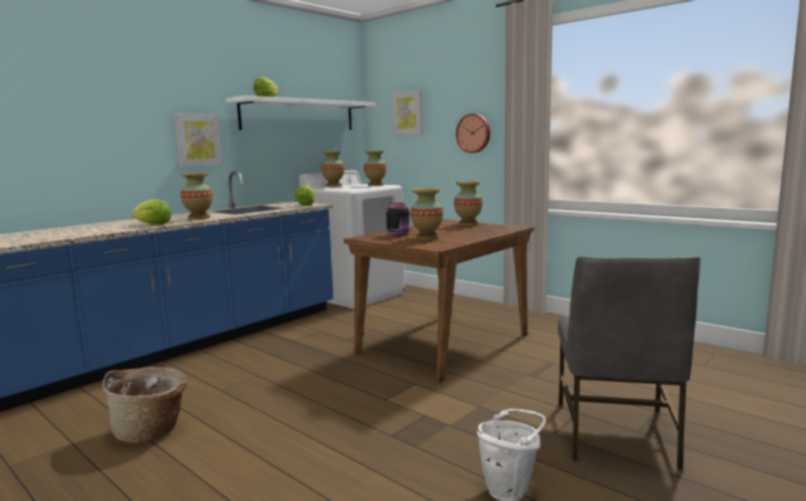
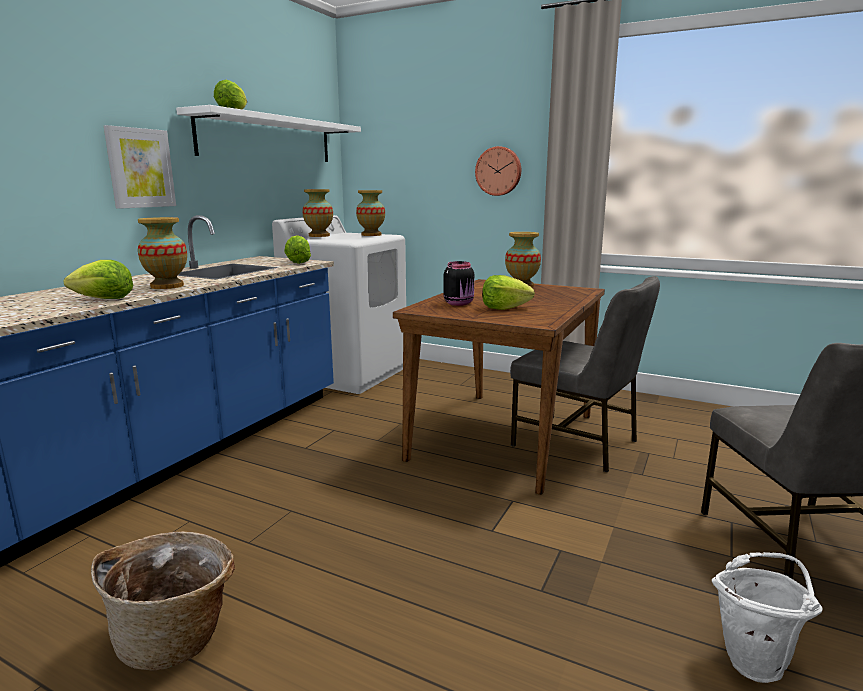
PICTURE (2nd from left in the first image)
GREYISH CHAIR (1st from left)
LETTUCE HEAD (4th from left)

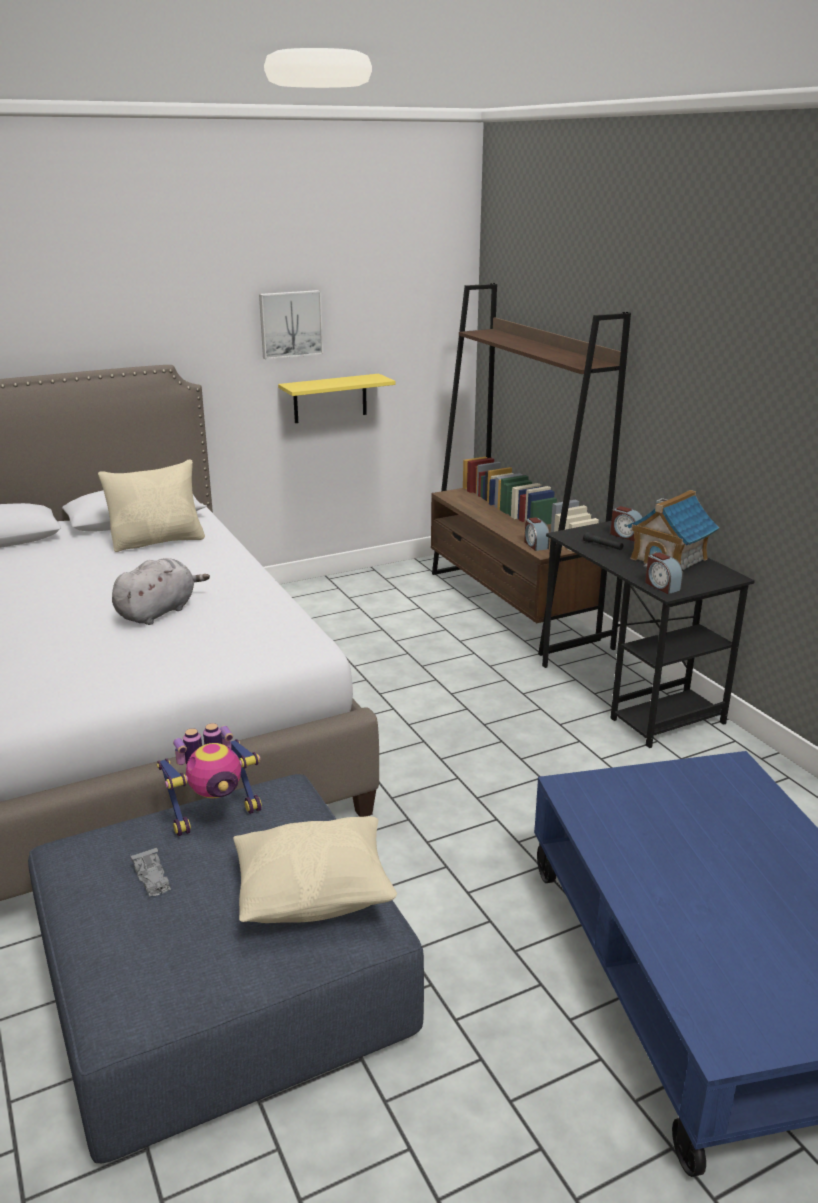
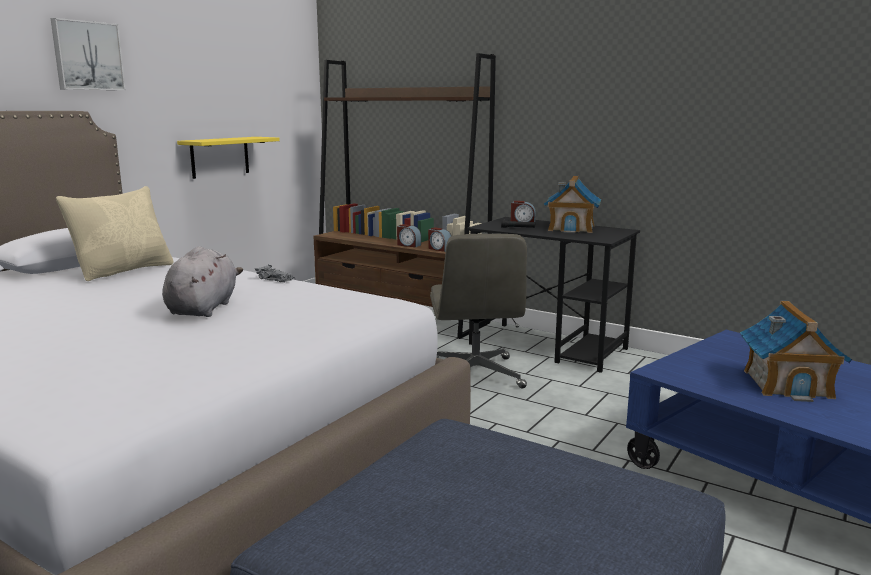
TOY ROBOT
BEIGE-COLOURED PILLOW (2nd from left in the first image)
GREYISH COMPUTER CHAIR
TOY HOUSE (2nd from left)
GREYISH MODEL CAR
PICTURE
BEDSIDE CLOCK (1st from left)

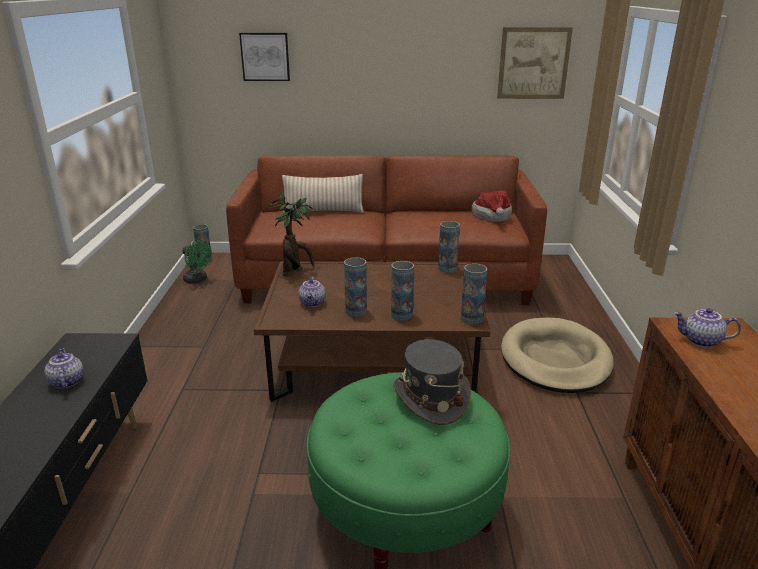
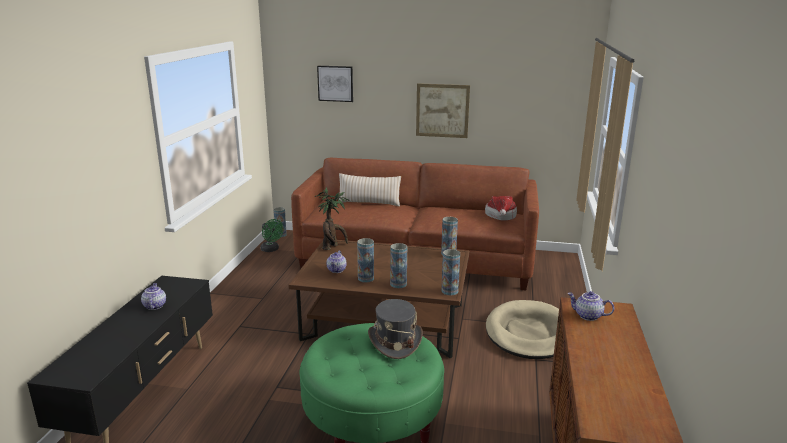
PICTURE (2nd from left)

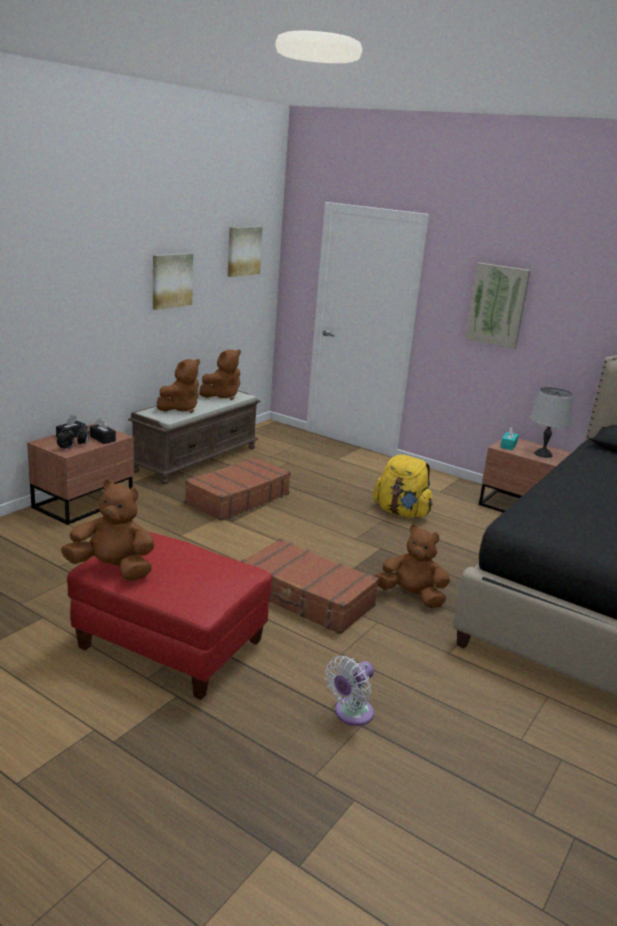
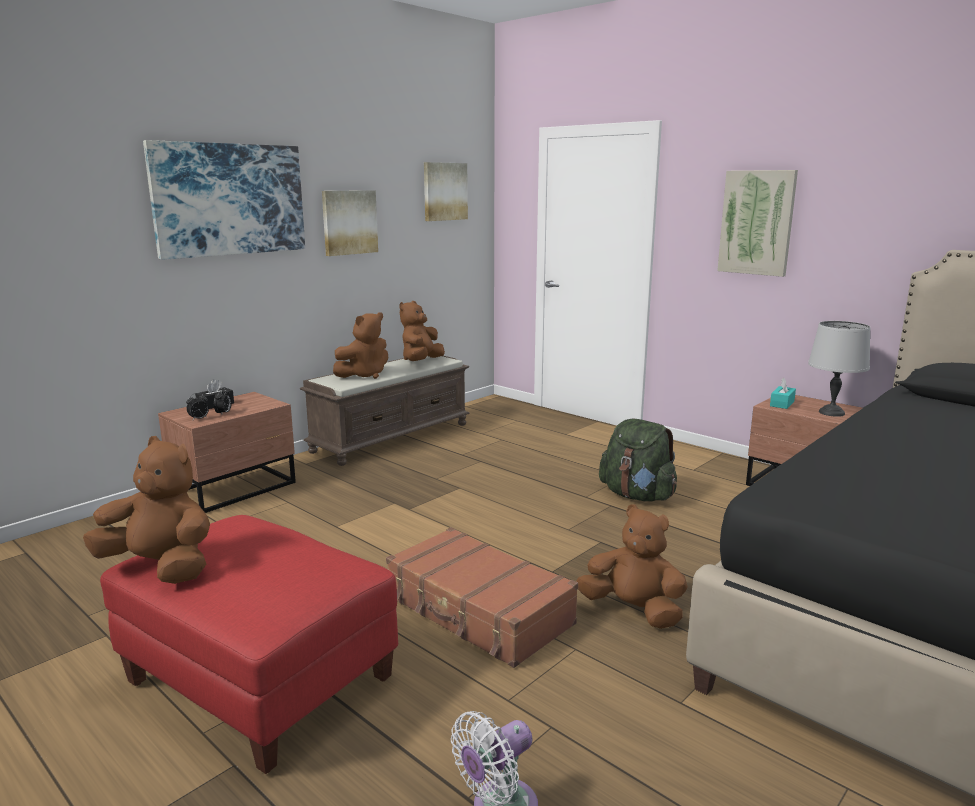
BLACK BOX OF TISSUES (2nd from left in the first image)
BROWN TRAVEL CASE (1st from left in the first image)
PICTURE (1st from left)
GREEN KNAPSACK
BROWN CUDDLY TOY (3rd from left)

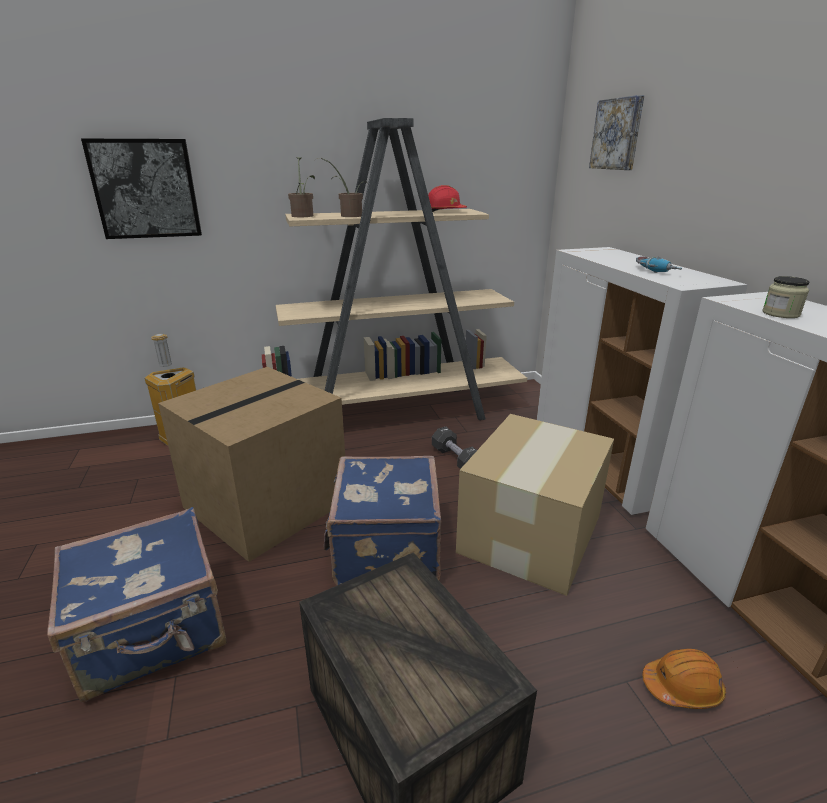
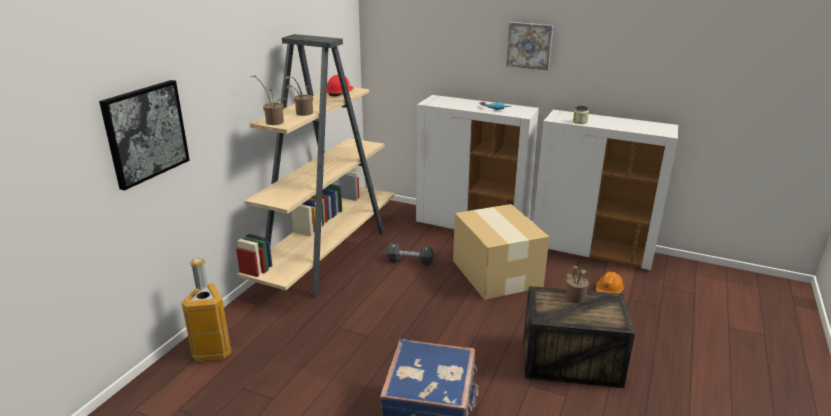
CARTON (1st from left in the first image)
BLUE TRAVEL CASE (2nd from left in the first image)
PLANT IN A POT (3rd from left)
PICTURE (2nd from left)

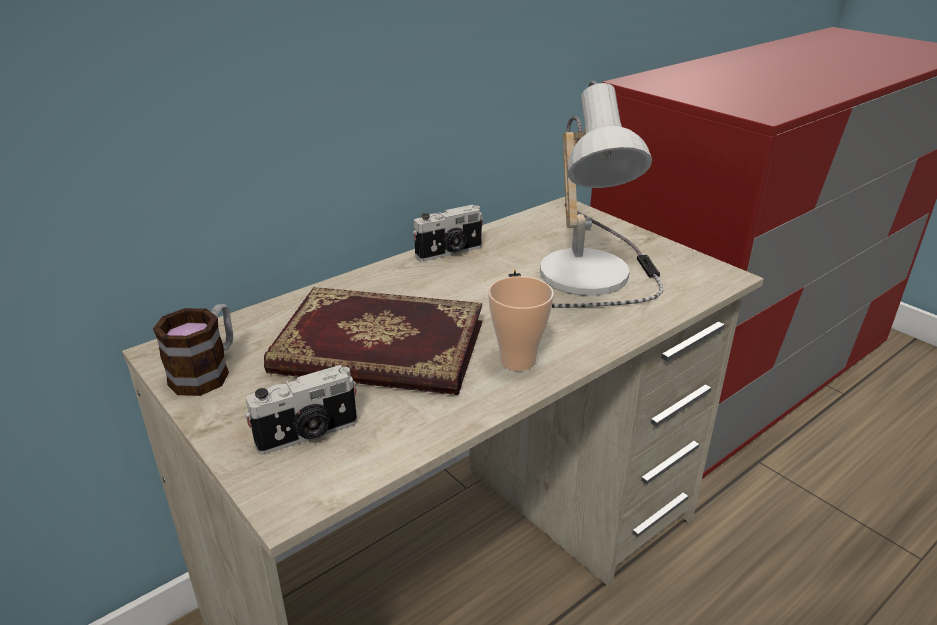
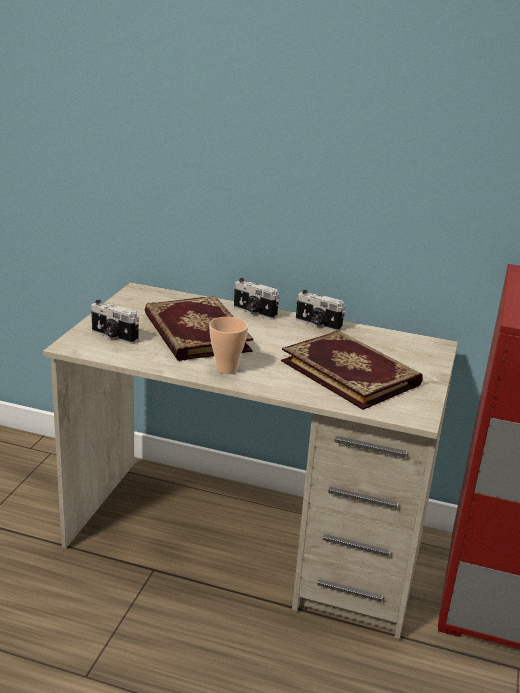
COFFEE MUG
STILL CAMERA (2nd from left)
BOOK (2nd from left)

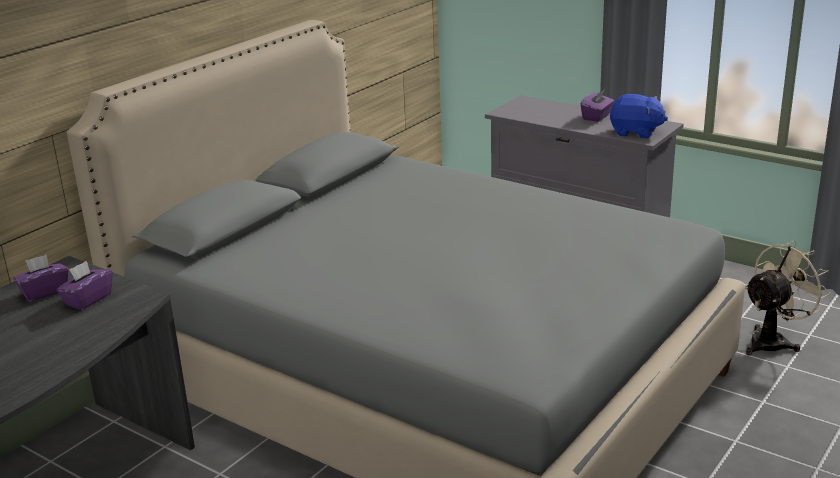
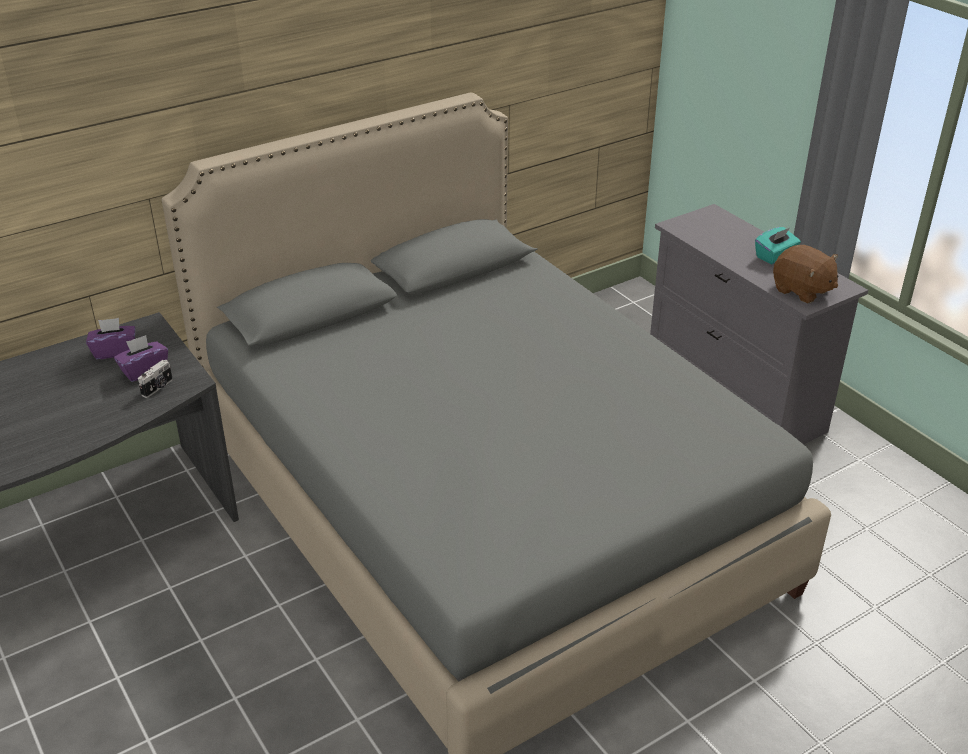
BEIGE-COLOURED COOLING FAN
STILL CAMERA
BLUE-GREEN BOX OF TISSUES
BROWN CUDDLY TOY

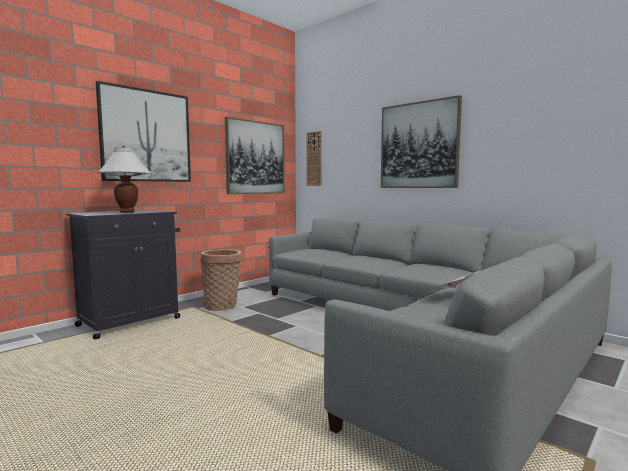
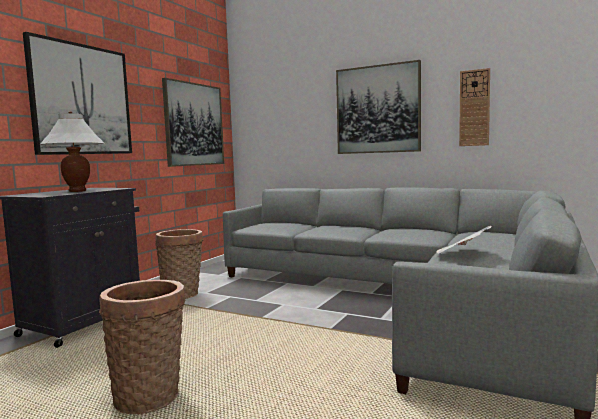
STORAGE BASKET (1st from left)
HANGING CLOCK

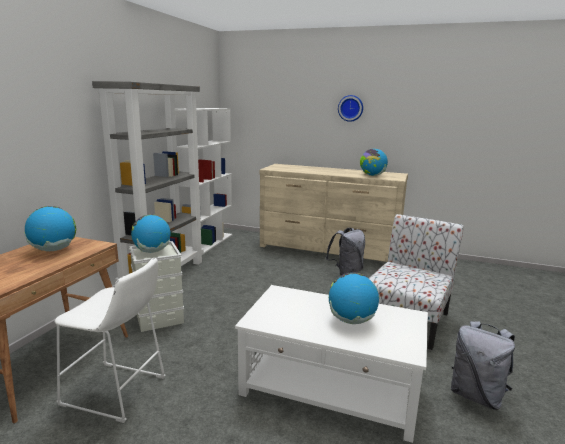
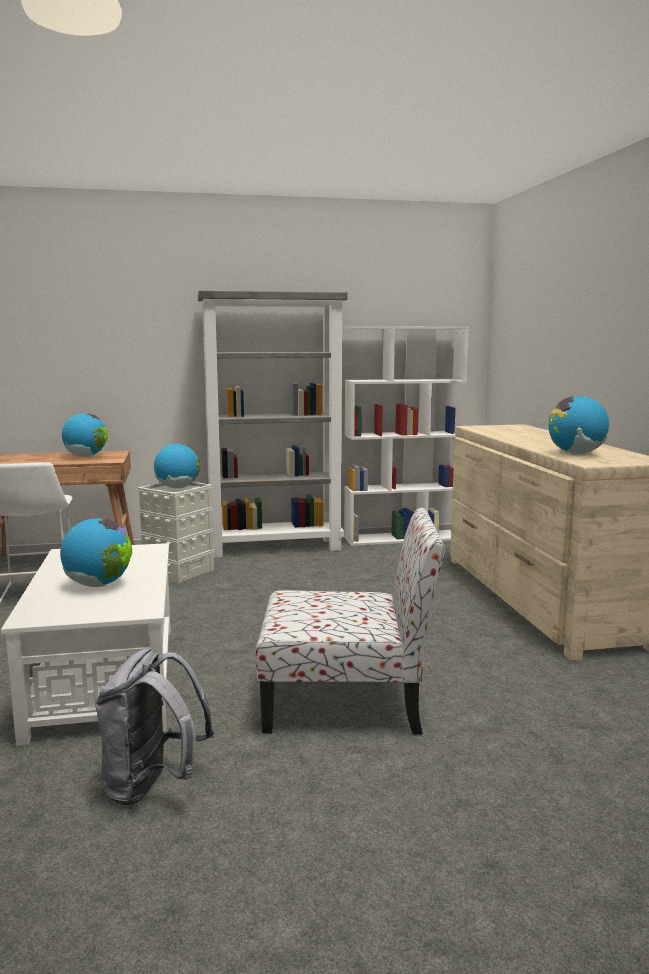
GREYISH KNAPSACK (1st from left in the first image)
HANGING CLOCK

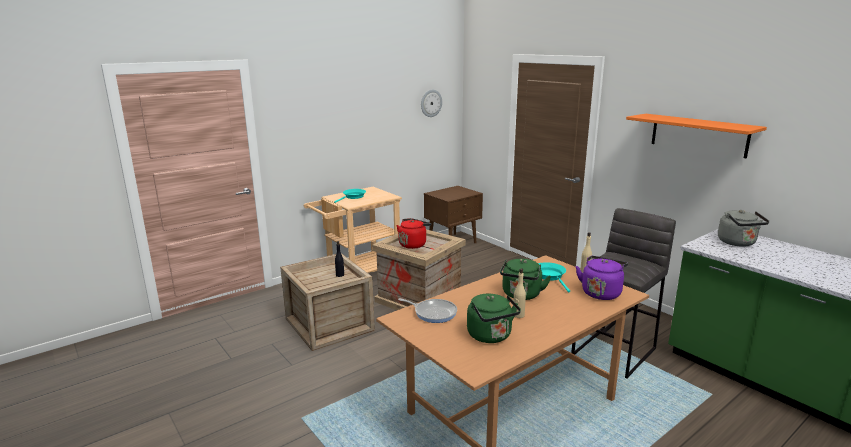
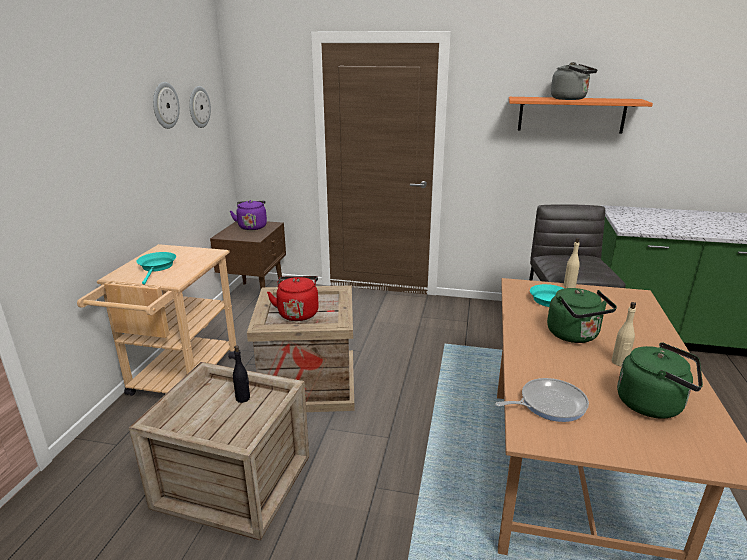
HANGING CLOCK (1st from left)
PURPLE-COLOURED TEA KETTLE
GREYISH TEA KETTLE

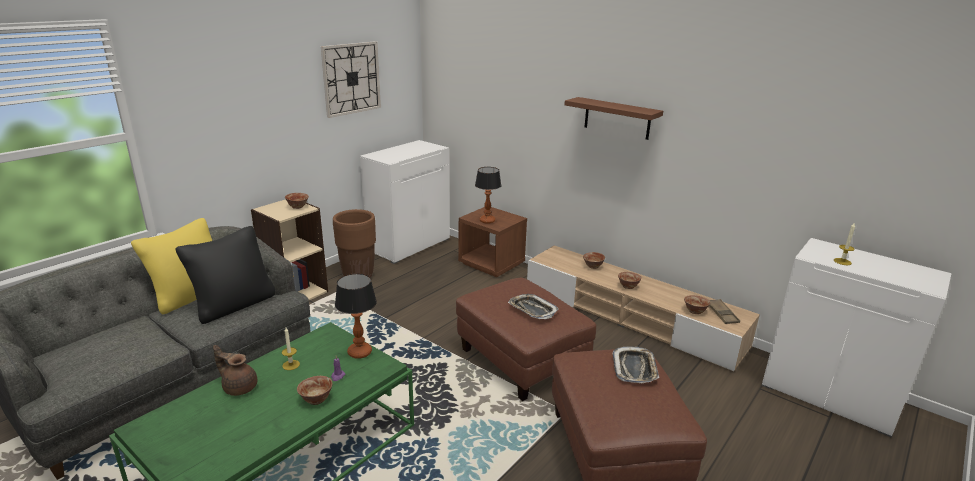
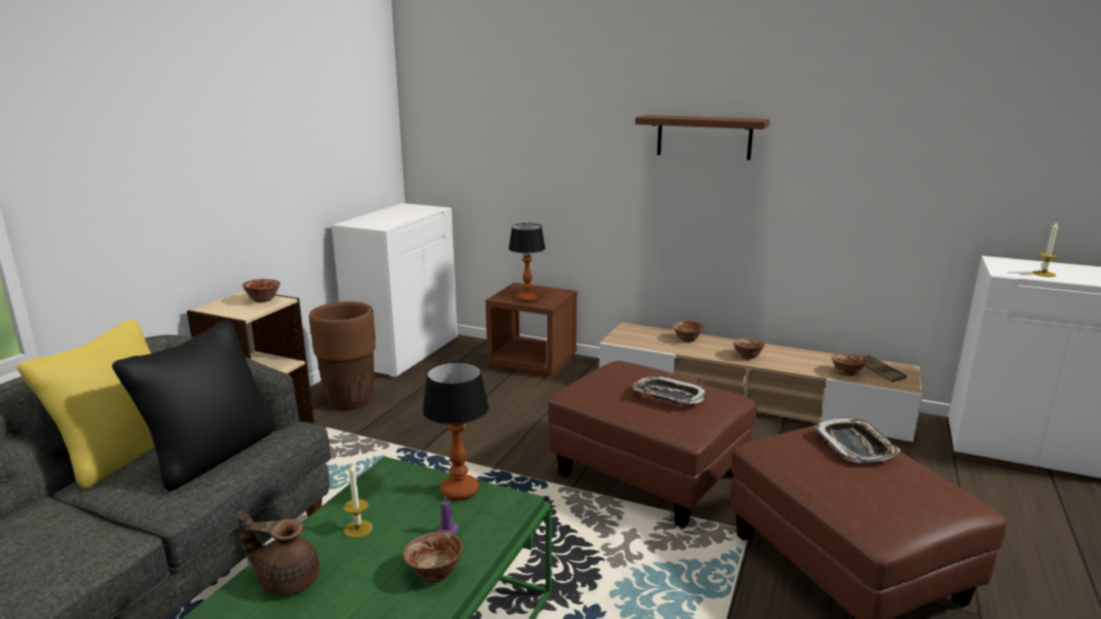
HANGING CLOCK

